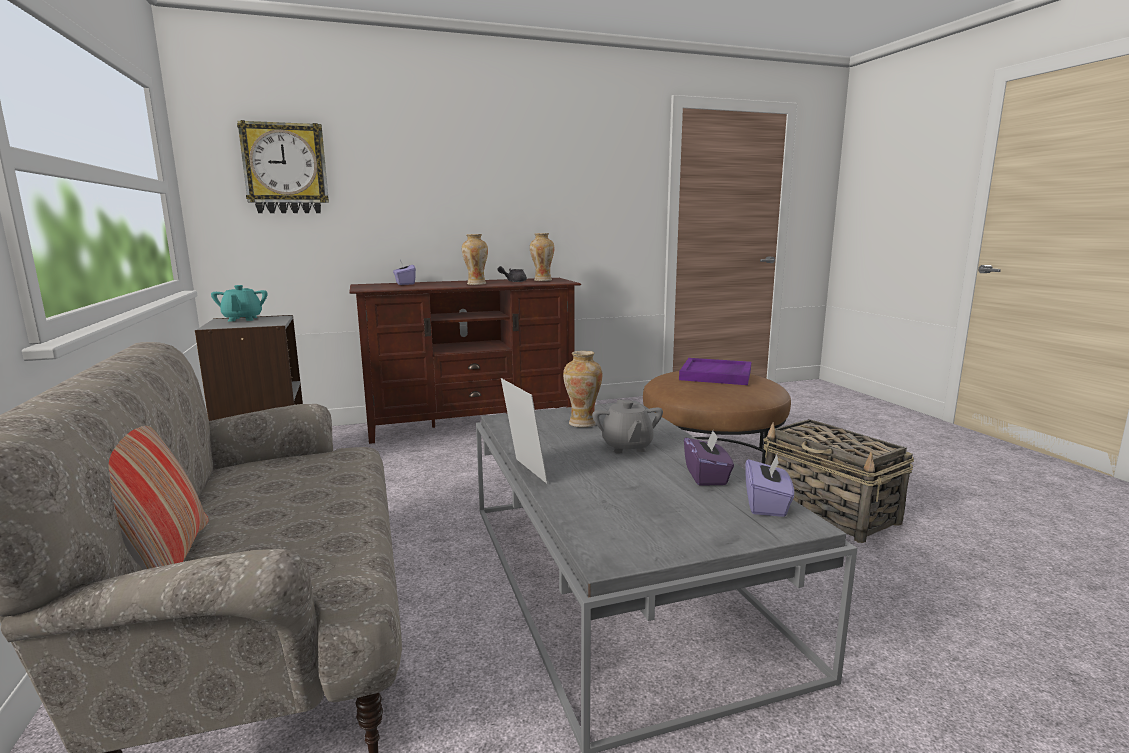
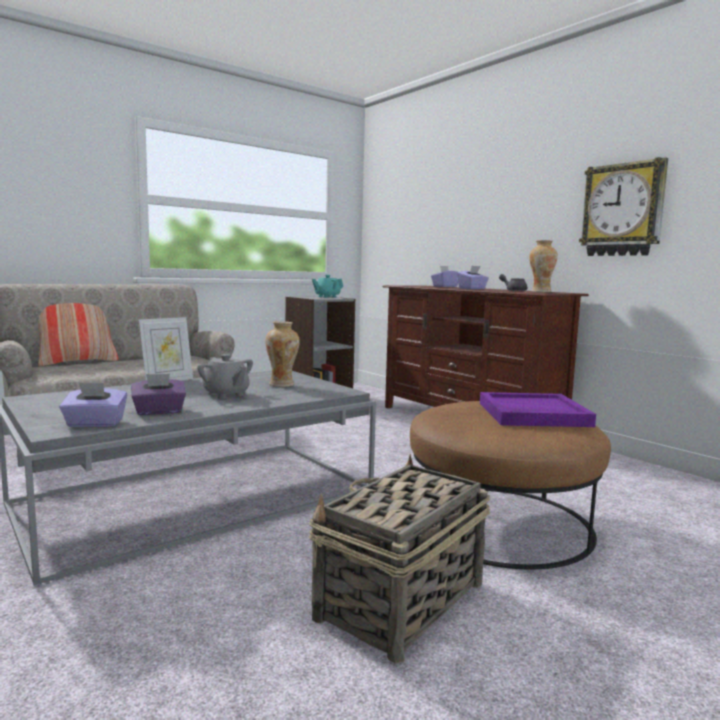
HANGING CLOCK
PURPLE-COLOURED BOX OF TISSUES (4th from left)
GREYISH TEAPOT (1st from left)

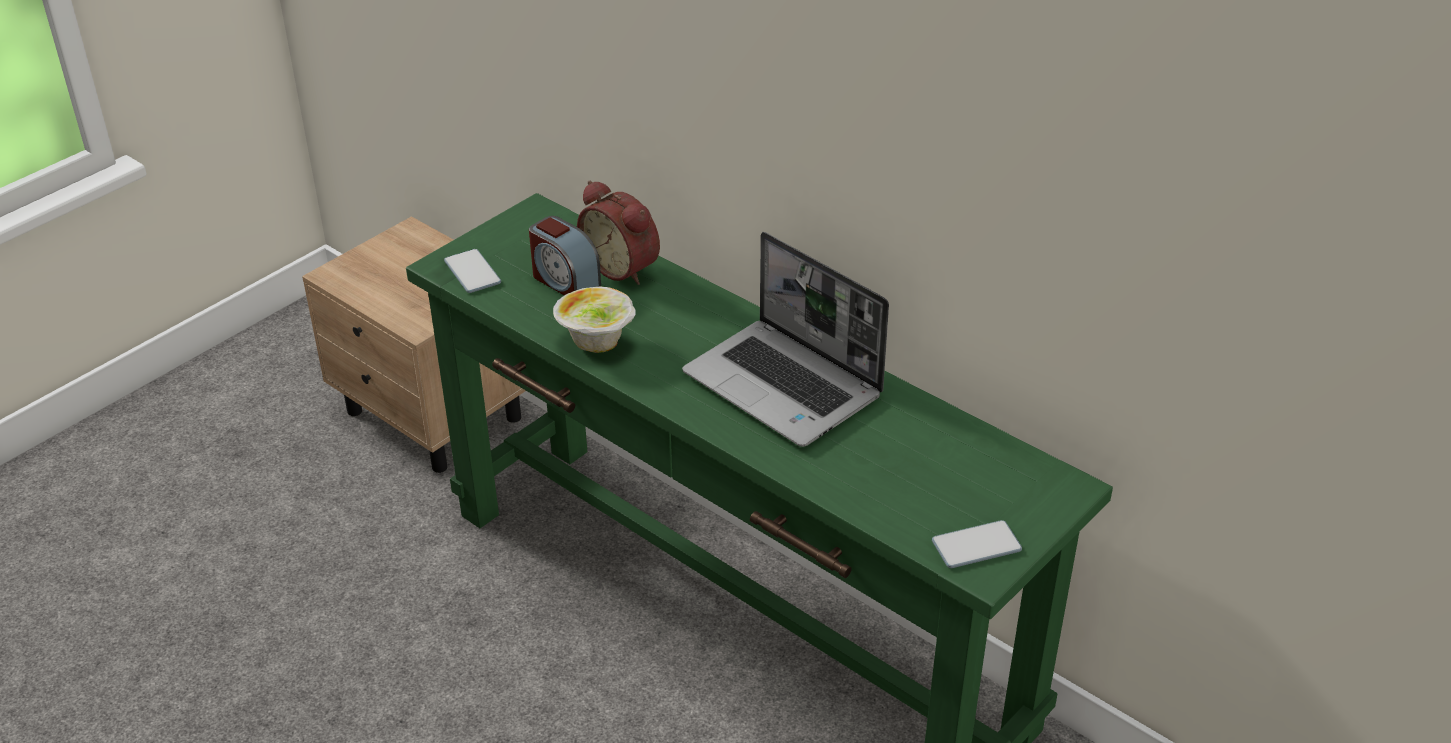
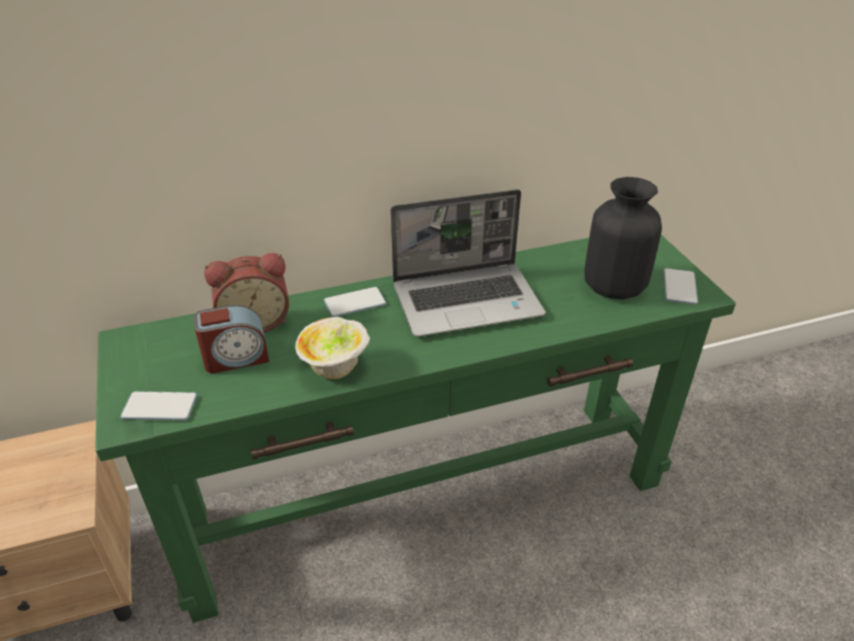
HANDSET (2nd from left)
BLACK FLOWER VASE

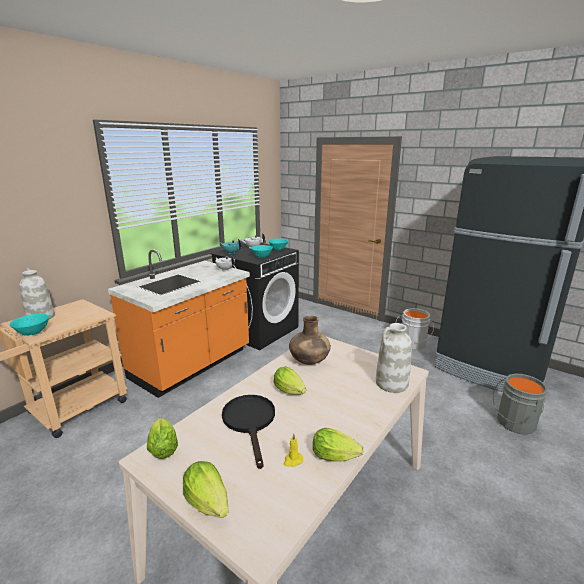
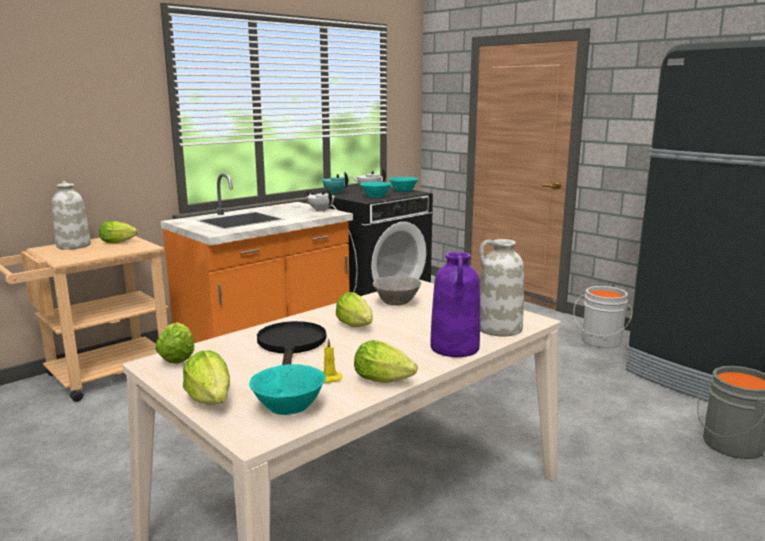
LETTUCE HEAD (1st from left)
PURPLE-COLOURED FLOWER VASE
BLUE-GREEN BOWL (1st from left)
GREYISH BOWL

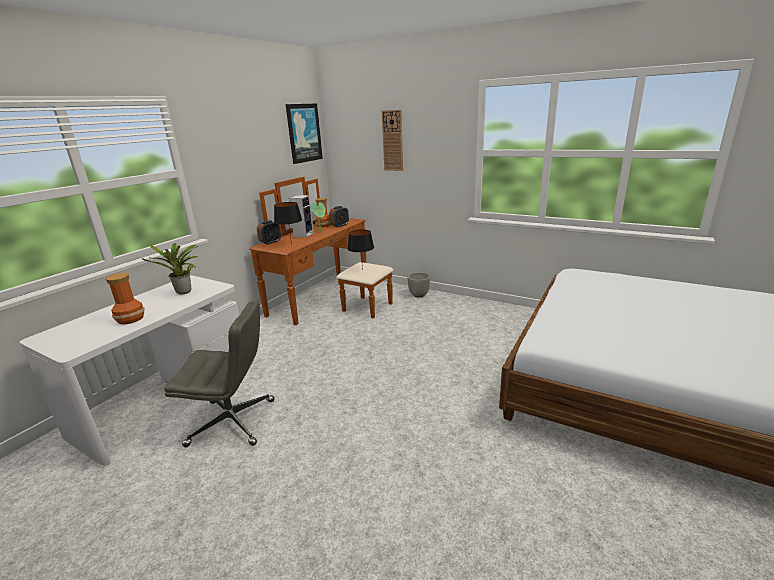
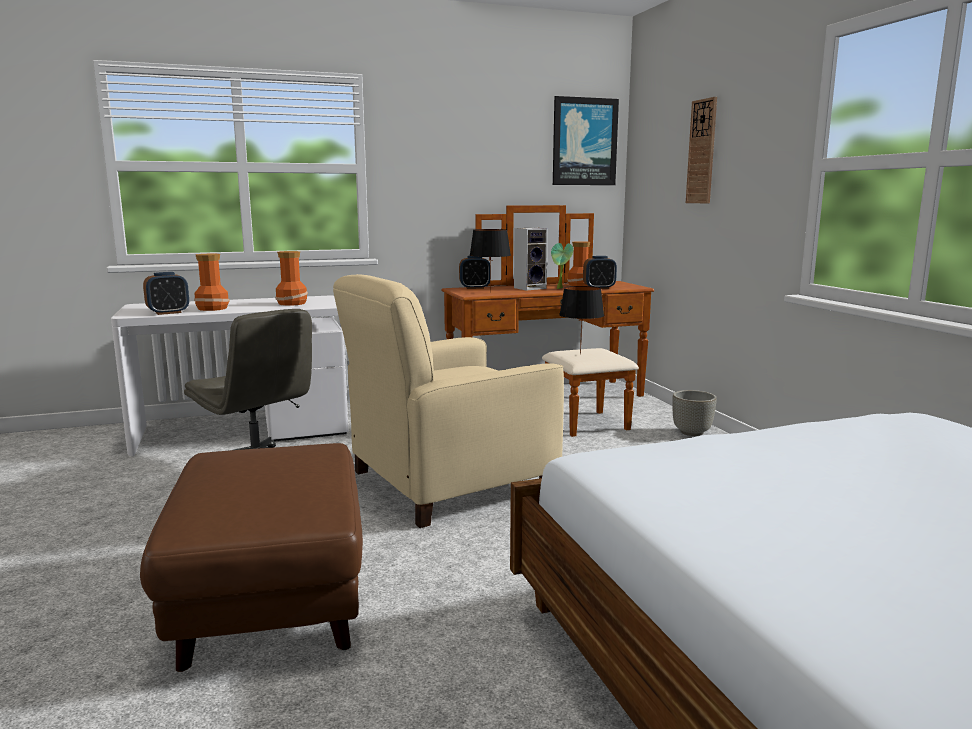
BROWN FOOTREST
BEDSIDE CLOCK (1st from left)
BEIGE-COLOURED EASY CHAIR
FLOWER VASE (2nd from left)

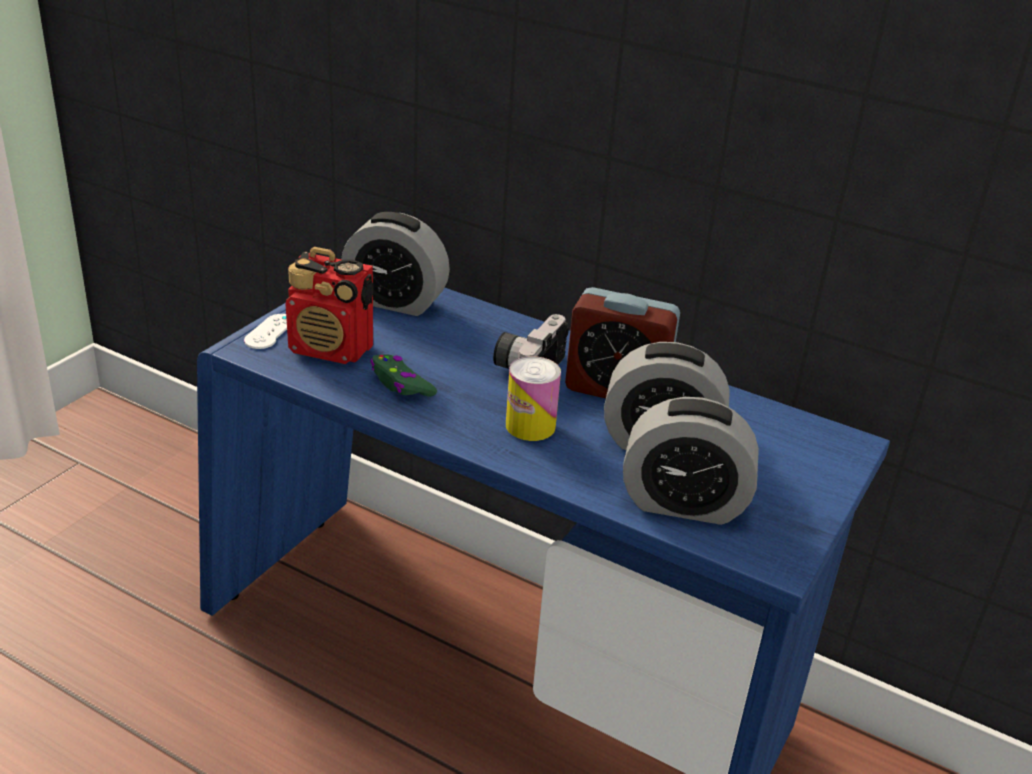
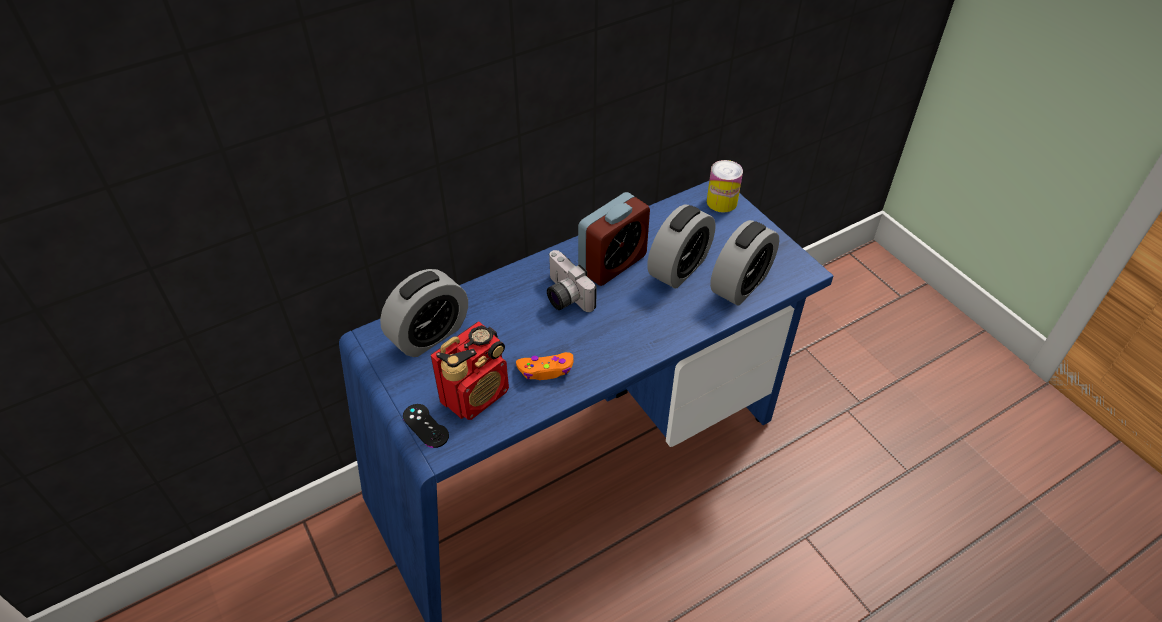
SEALED CAN
BLACK GAME CONTROLLER
ORANGE GAME CONTROLLER

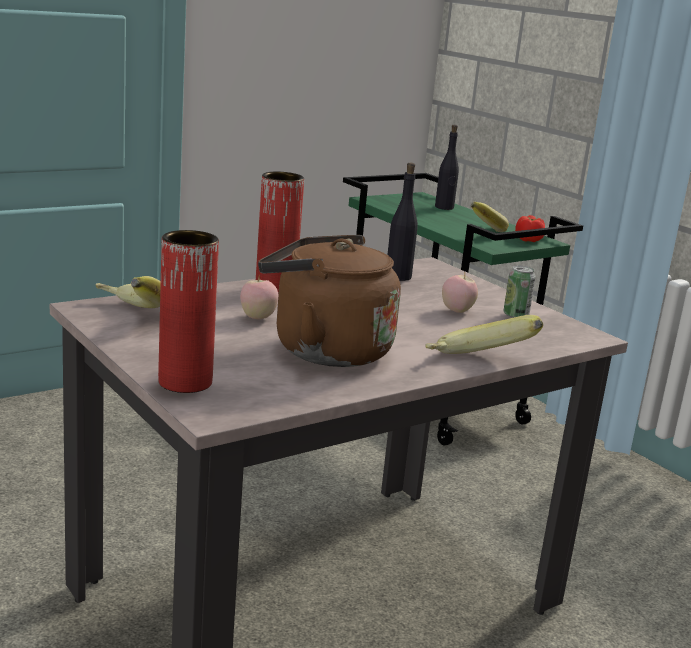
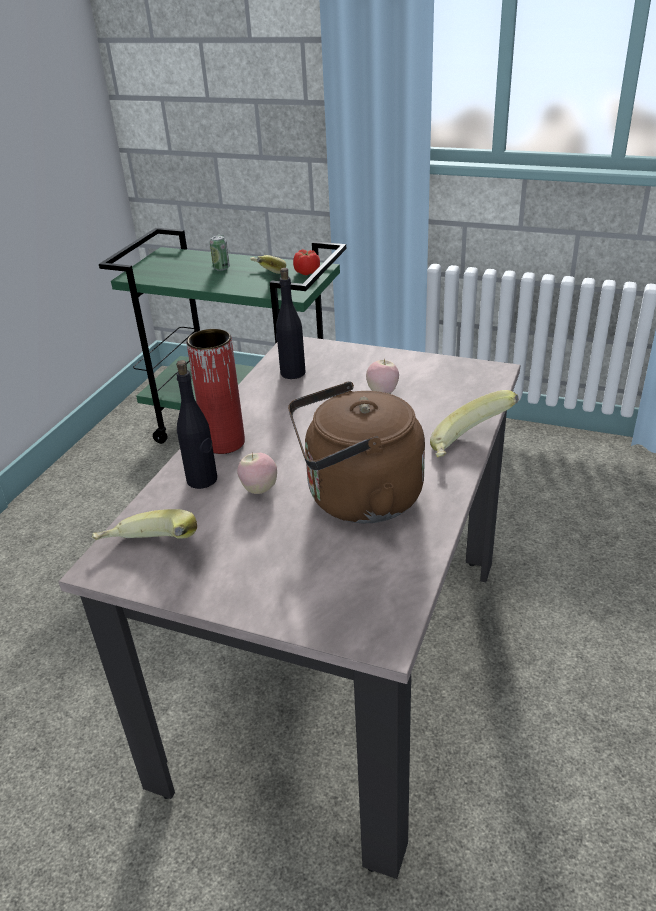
RED-COLOURED FLOWER VASE (1st from left in the first image)
BLACK BOTTLE (1st from left)
SEALED CAN

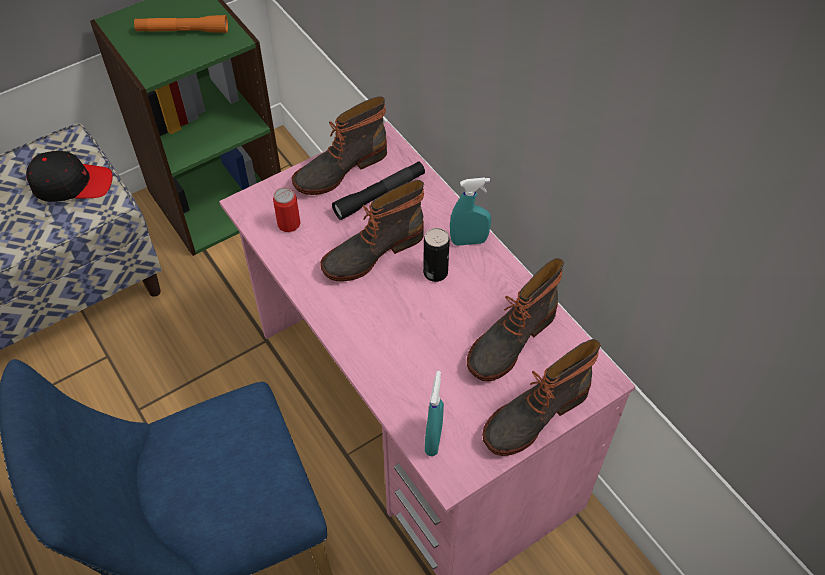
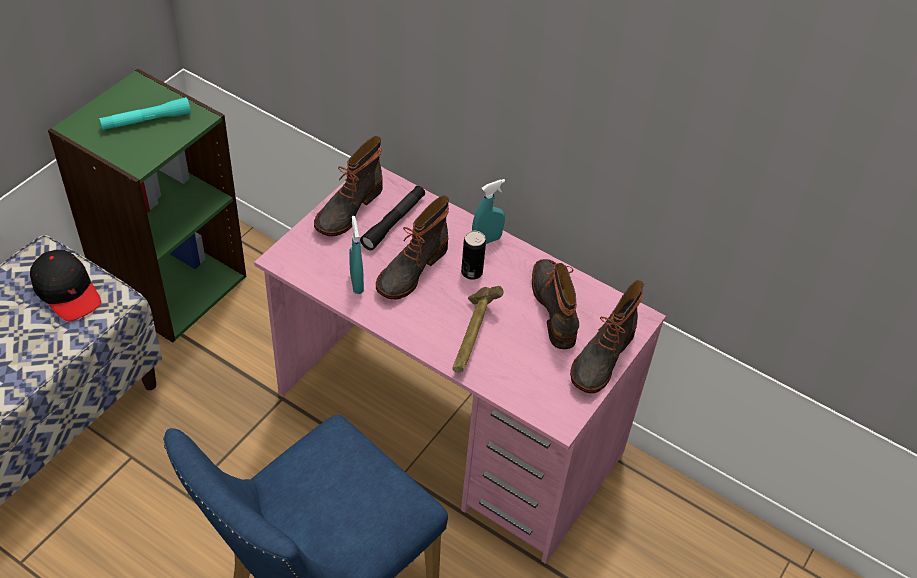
SEALED CAN (1st from left in the first image)
HAND HAMMER
BLUE-GREEN HAND SPRAYER (1st from left)
BLUE-GREEN HAND TORCH
BLACK BASEBALL CAP
HIGH-TOP BOOT (3rd from left)

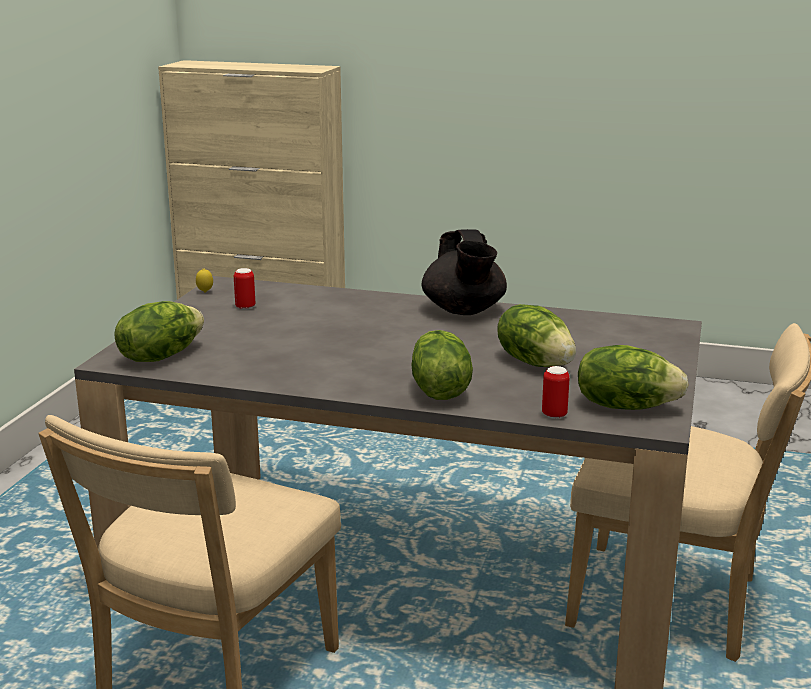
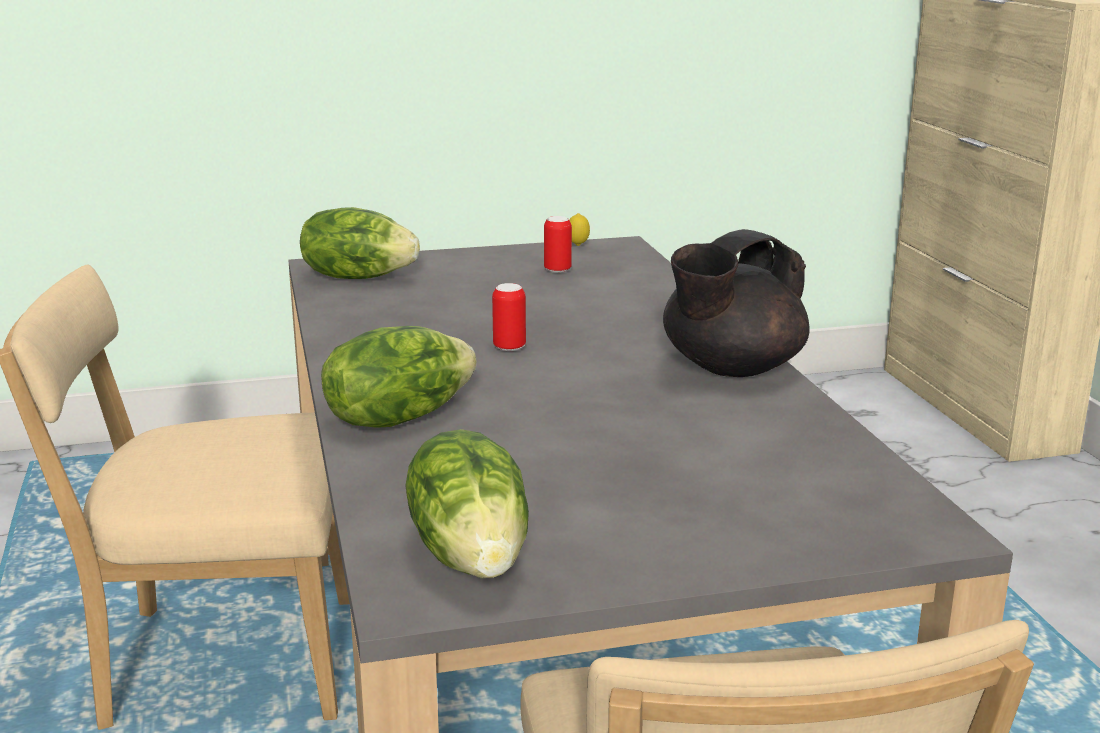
LETTUCE HEAD (3rd from left in the first image)
SEALED CAN (1st from left)

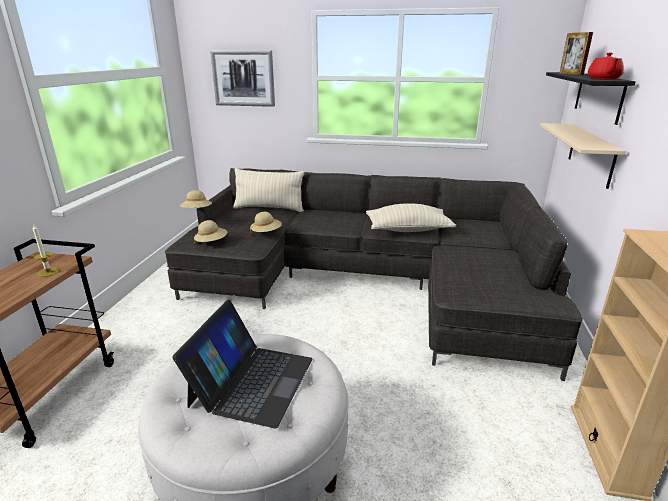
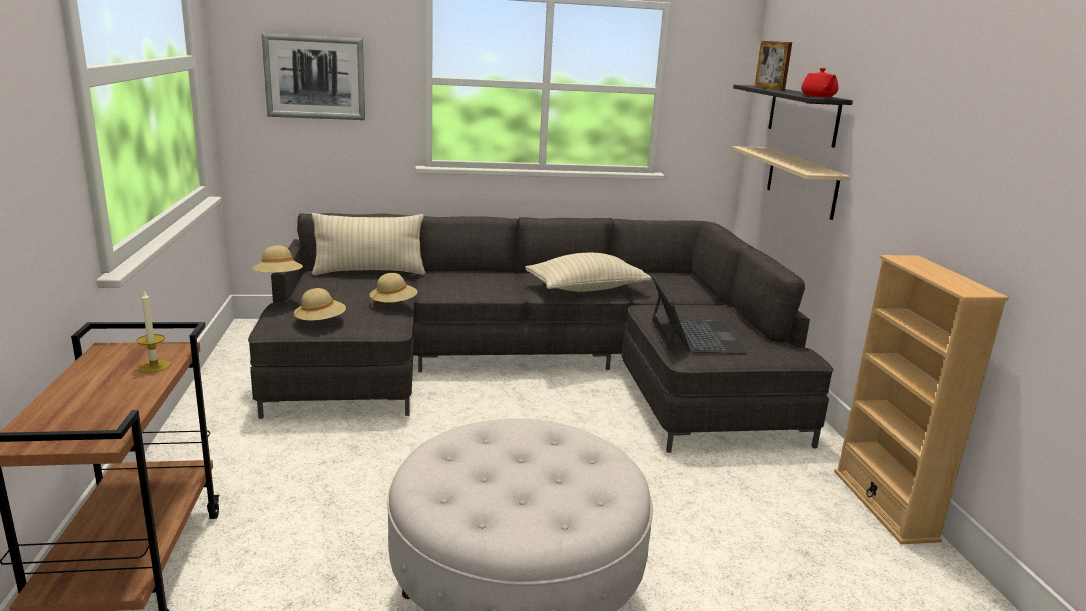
NOTEBOOK COMPUTER

